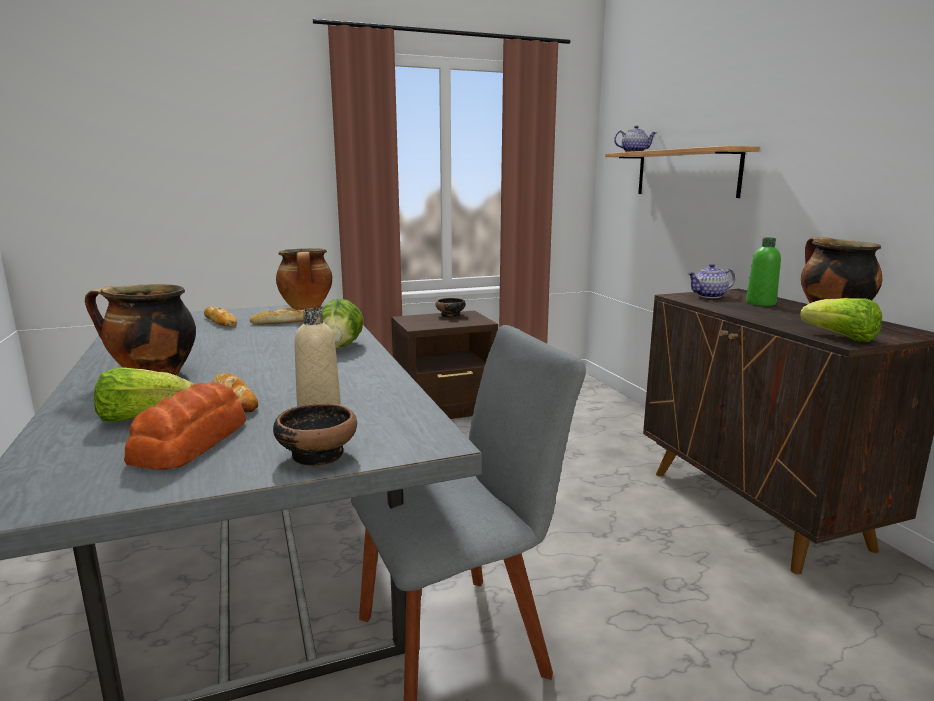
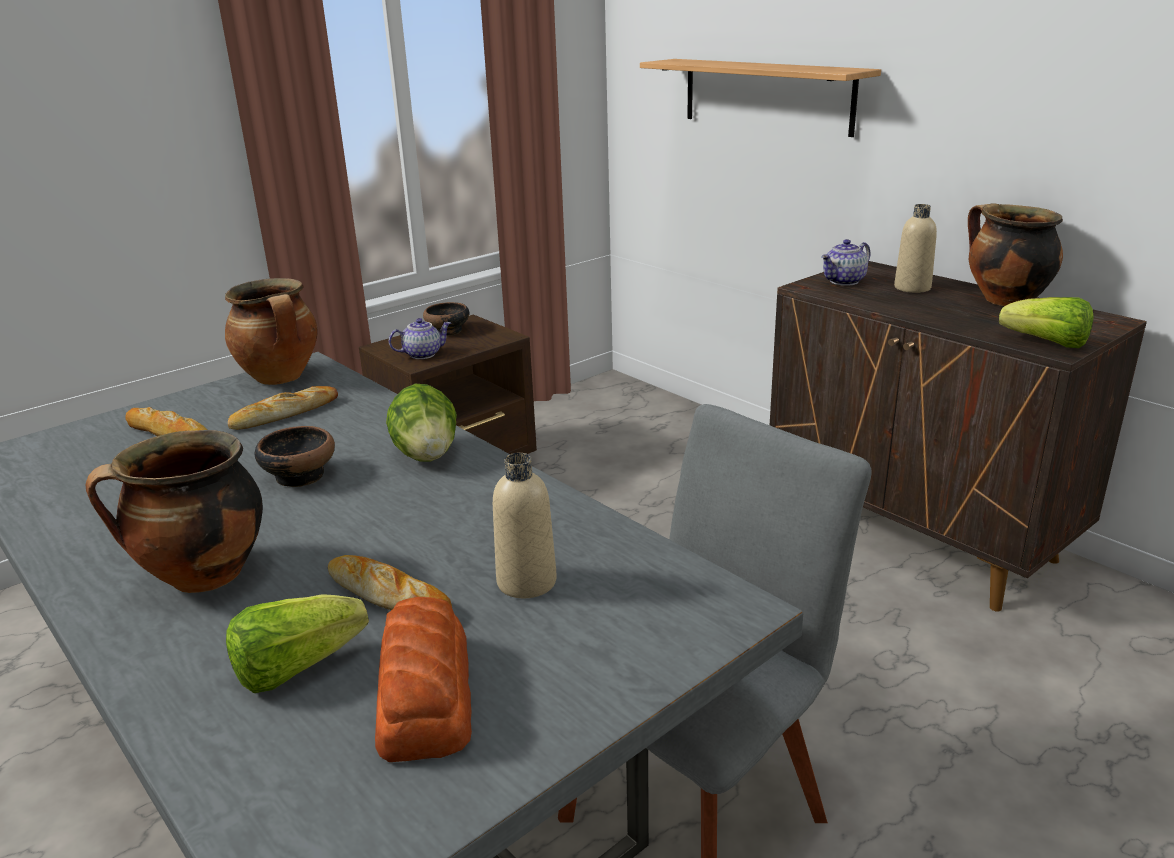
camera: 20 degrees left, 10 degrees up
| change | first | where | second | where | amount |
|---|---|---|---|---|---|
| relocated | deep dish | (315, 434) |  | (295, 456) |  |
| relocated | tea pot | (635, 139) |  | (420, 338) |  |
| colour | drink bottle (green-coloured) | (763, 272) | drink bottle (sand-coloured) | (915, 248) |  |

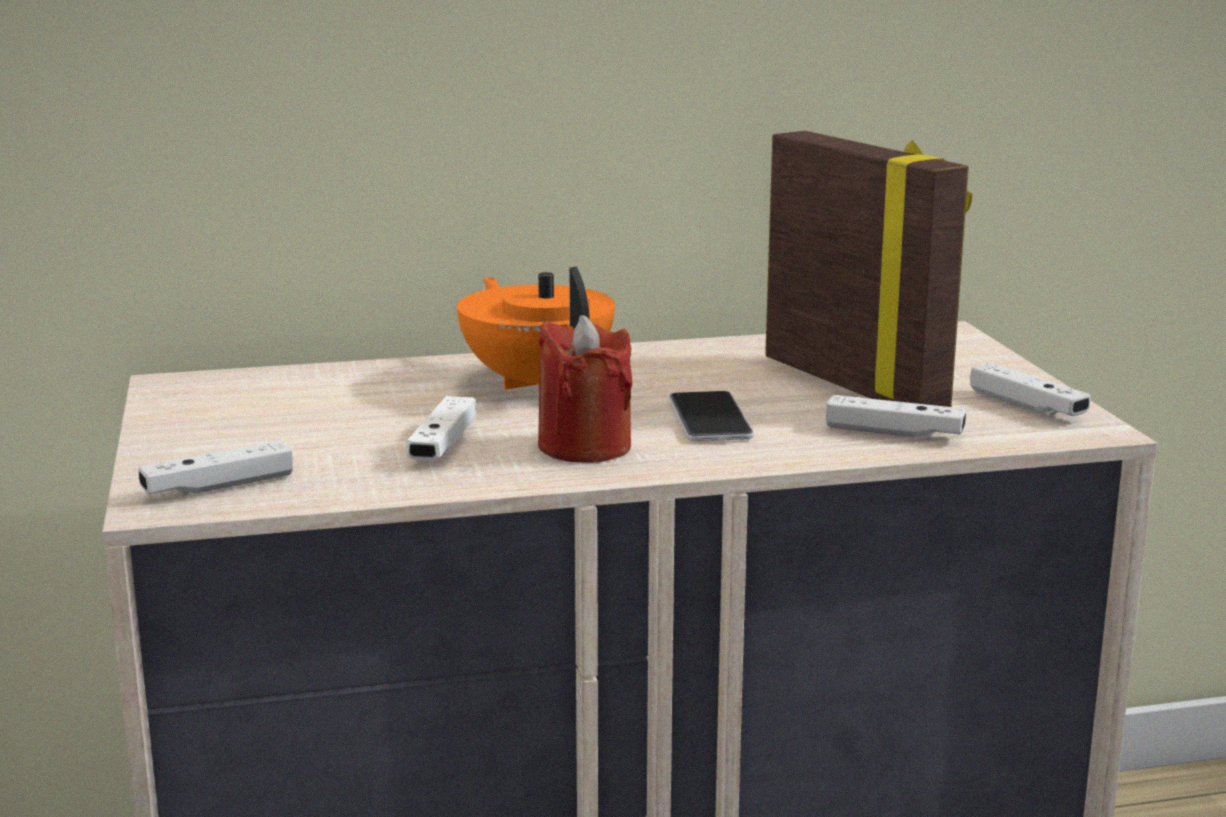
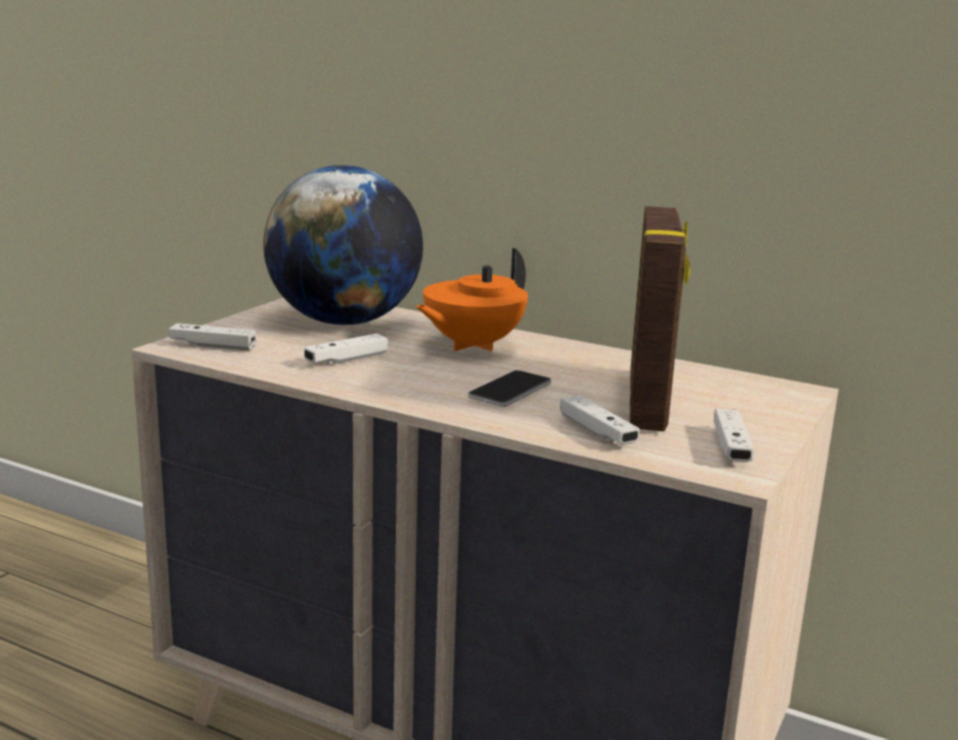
camera: 40 degrees right, 0 degrees up
| change | first | where | second | where | amount |
|---|---|---|---|---|---|
| appeared |  |  | globe | (343, 245) |  |
| spun | tea pot (orange-coloured) | (536, 328) |  | (471, 299) | 150 degrees counterclockwise |
| missing | candle (reddish) | (585, 389) |  |  |  |

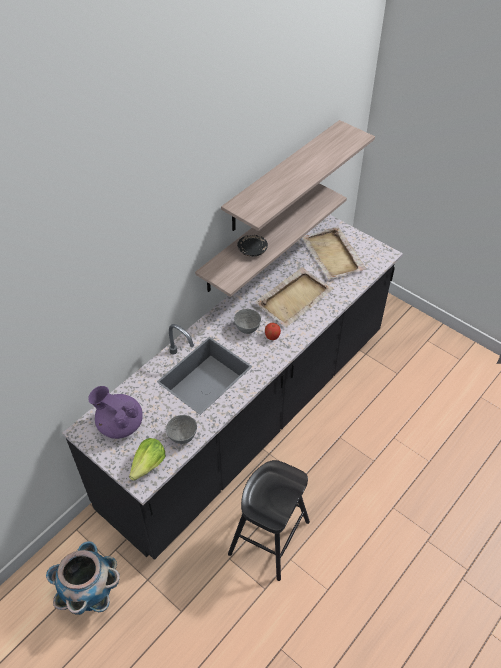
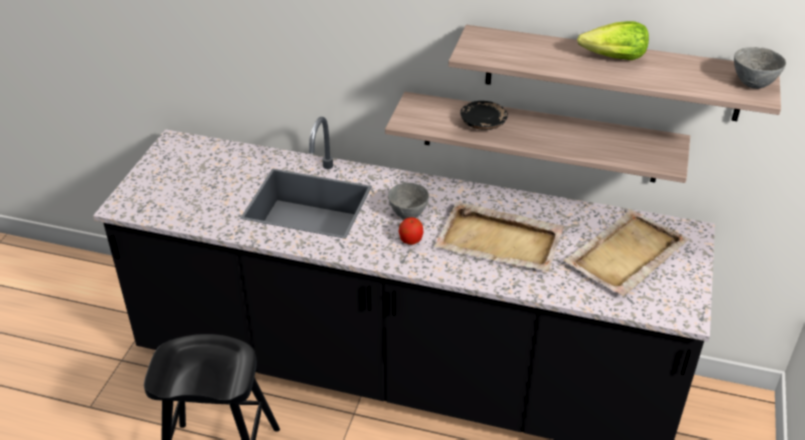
camera: 65 degrees right, 10 degrees down
| change | first | where | second | where | amount |
|---|---|---|---|---|---|
| relocated | lettuce | (147, 459) |  | (613, 40) |  |
| relocated | deep dish (grey) | (181, 429) |  | (760, 68) |  |
| missing | flower pot | (83, 578) |  |  |  |
| missing | tea pot (purple) | (115, 412) |  |  |  |

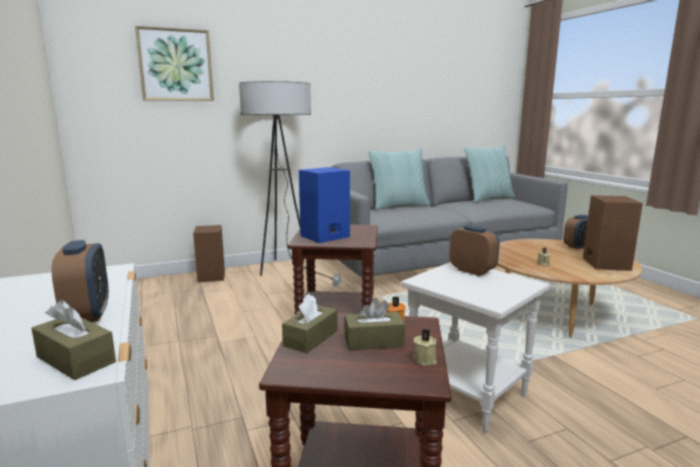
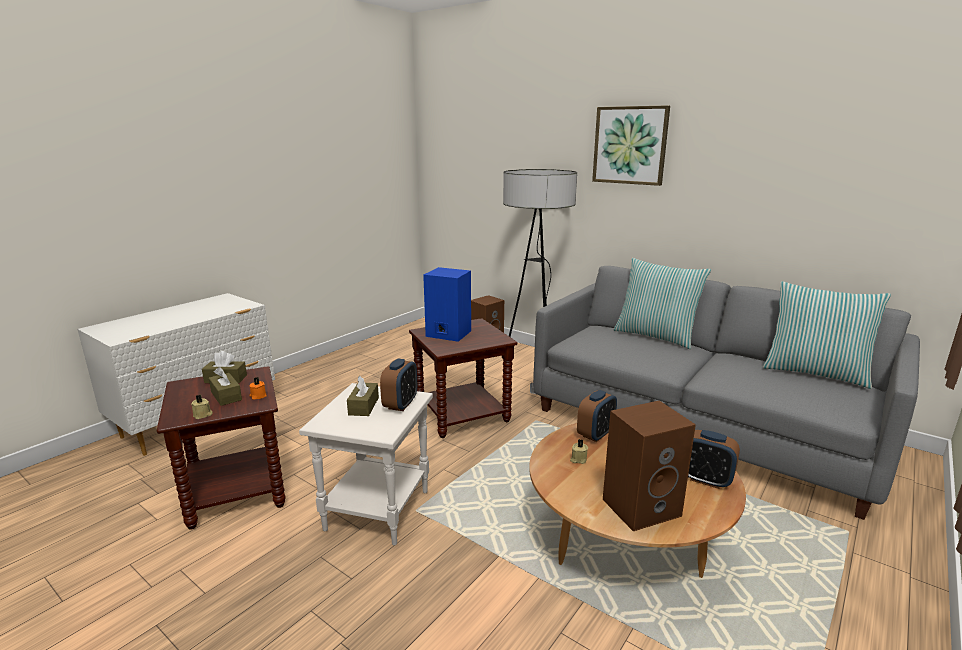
camera: 60 degrees right, 5 degrees up
| change | first | where | second | where | amount |
|---|---|---|---|---|---|
| relocated | tissue box (brownish) | (73, 340) |  | (363, 396) |  |
| relocated | alarm clock | (80, 281) |  | (597, 416) |  |
| relocated | picture | (174, 63) |  | (631, 145) |  |

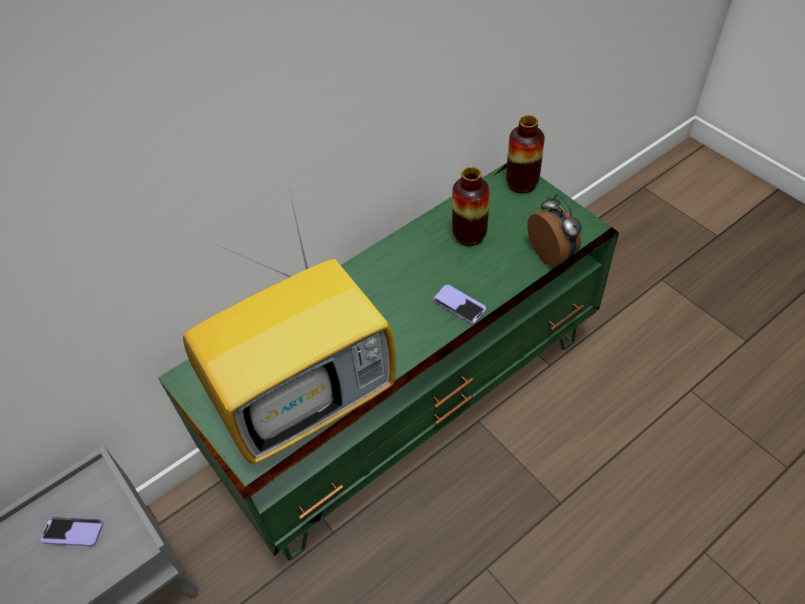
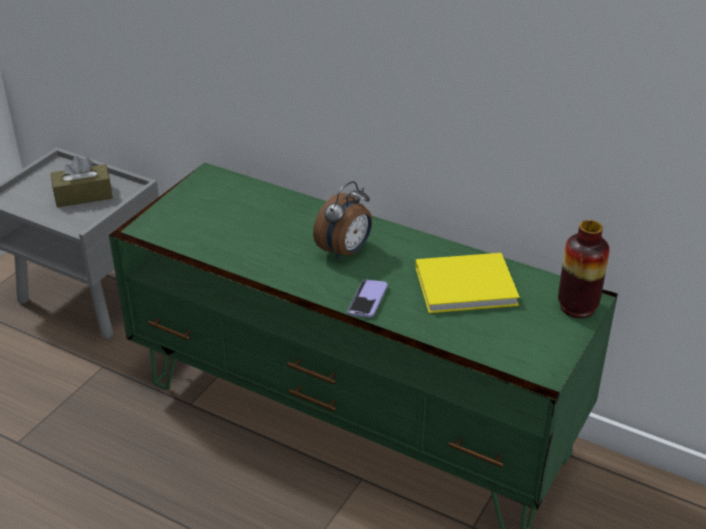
camera: 65 degrees right, 15 degrees down
| change | first | where | second | where | amount |
|---|---|---|---|---|---|
| exchanged | telephone | (71, 531) | tissue box (brownish) | (82, 182) |  |
| relocated | alarm clock | (554, 230) |  | (342, 220) |  |
| exchanged | flower vase | (471, 206) | bound book (yellowish) | (467, 283) |  |
| missing | television | (289, 329) |  |  |  |

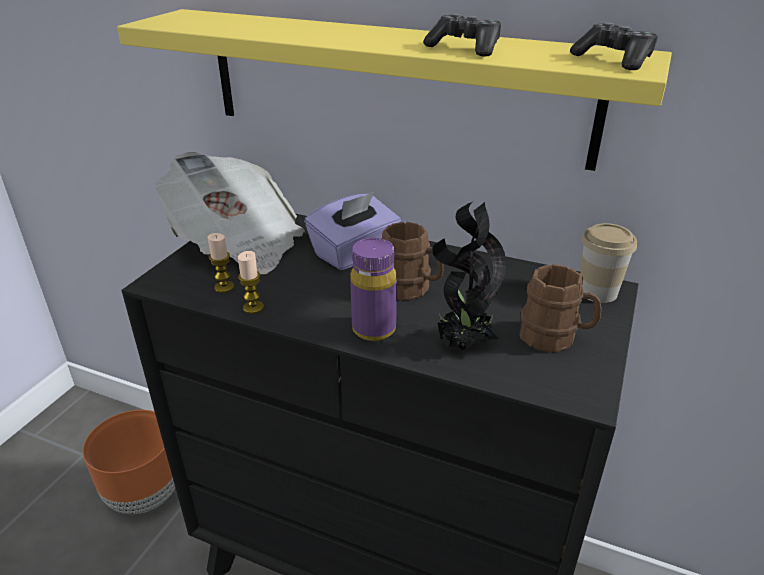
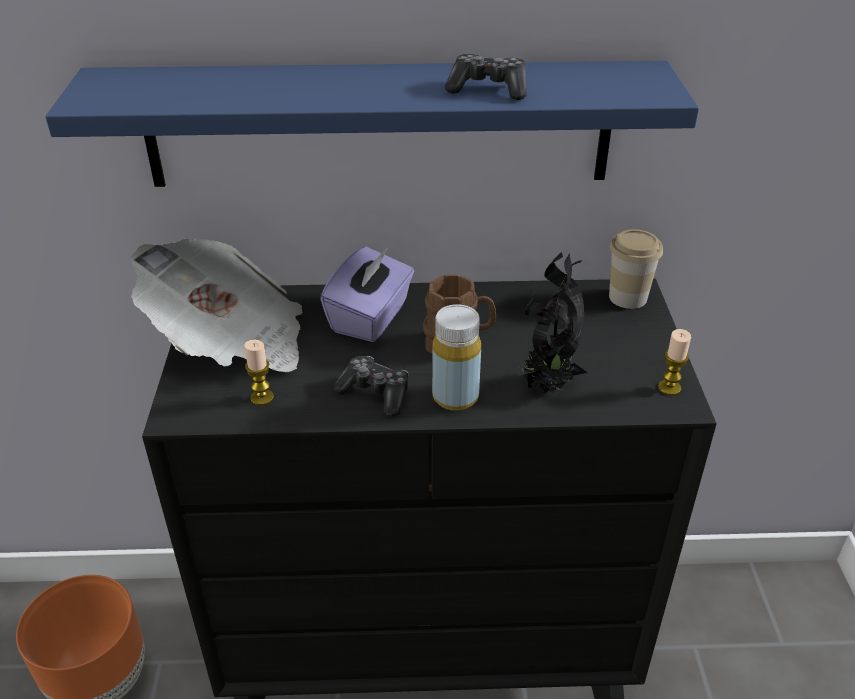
camera: 25 degrees left, 5 degrees up
| change | first | where | second | where | amount |
|---|---|---|---|---|---|
| colour | bracket shelf (yellowish) | (394, 90) | bracket shelf (bluish) | (372, 124) |  |
| relocated | game controller | (614, 46) |  | (370, 386) |  |
| colour | drink bottle (purple) | (373, 289) | drink bottle (yellowish) | (456, 357) |  |
| relocated | candle | (251, 282) |  | (674, 362) |  |
| missing | tea mug (brownish) | (560, 308) |  |  |  |

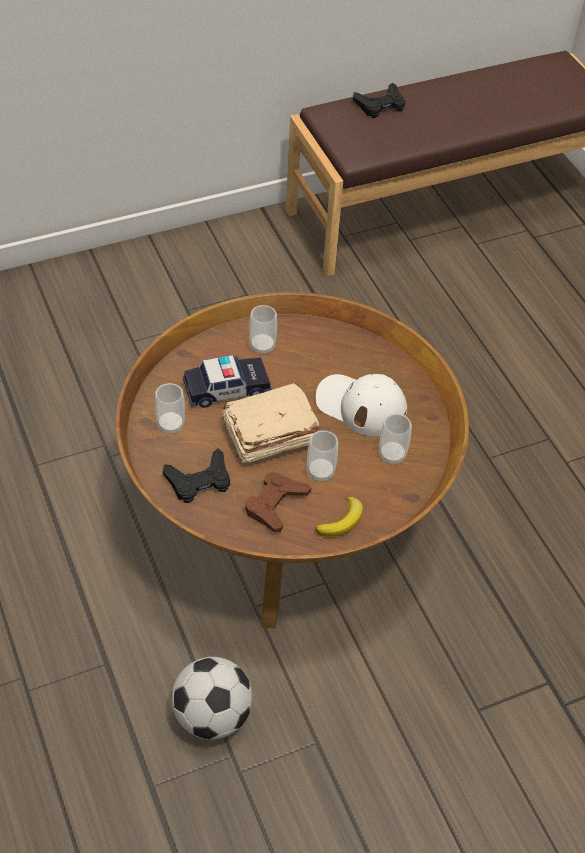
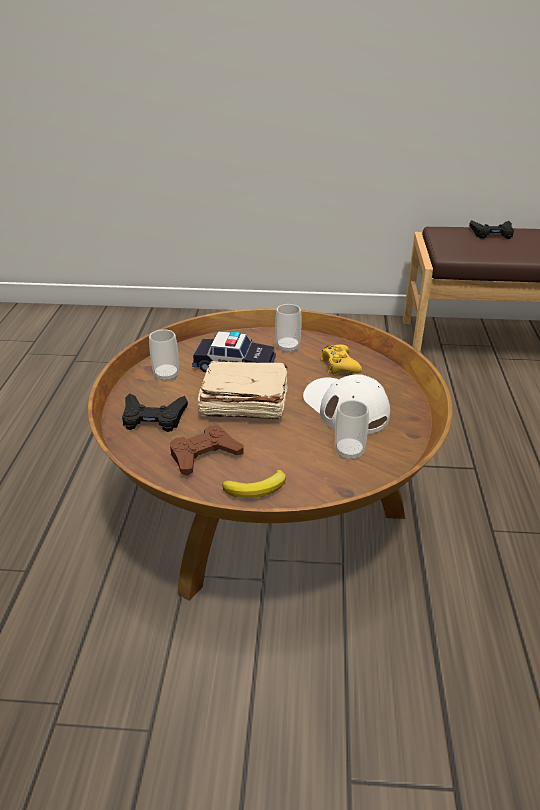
camera: 30 degrees right, 15 degrees down
| change | first | where | second | where | amount |
|---|---|---|---|---|---|
| appeared |  |  | game controller (yellowish) | (341, 359) |  |
| missing | football ball | (212, 698) |  |  |  |
| missing | small cup | (322, 456) |  |  |  |

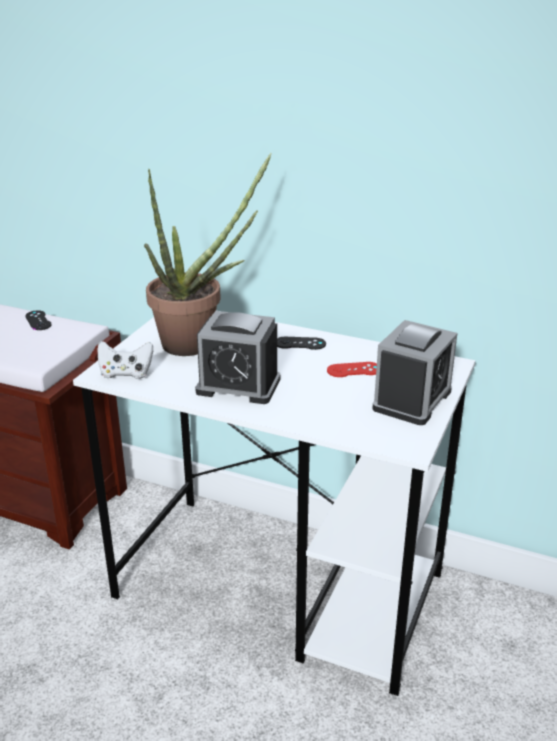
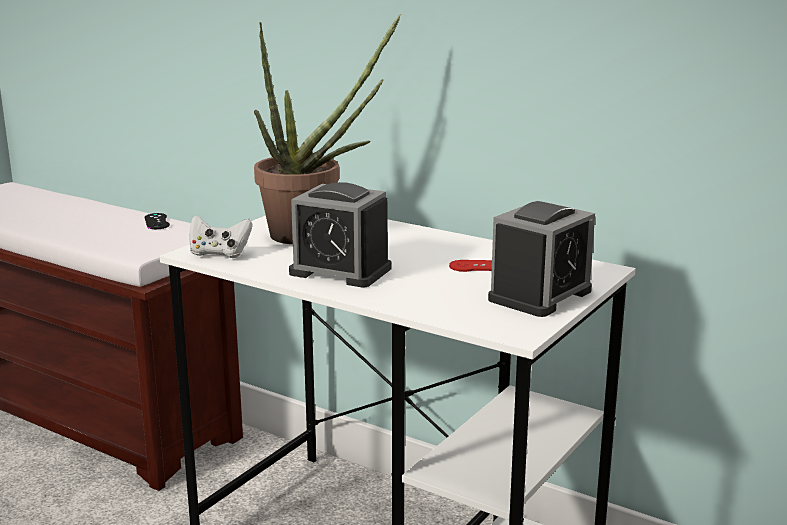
camera: 10 degrees right, 10 degrees down
| change | first | where | second | where | amount |
|---|---|---|---|---|---|
| missing | game controller (black-coloured) | (301, 343) |  |  |  |

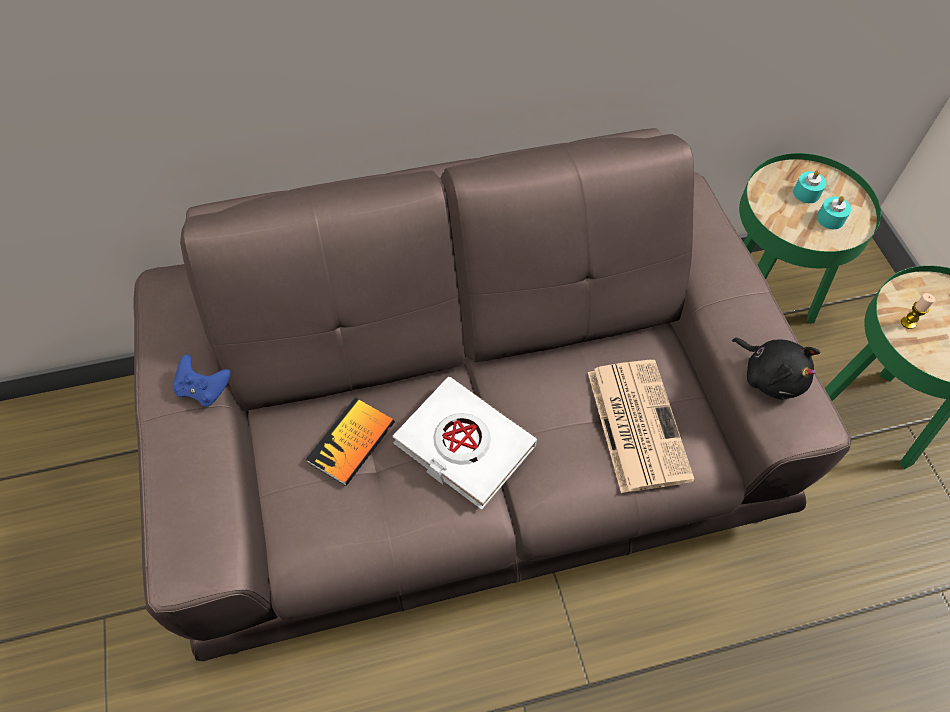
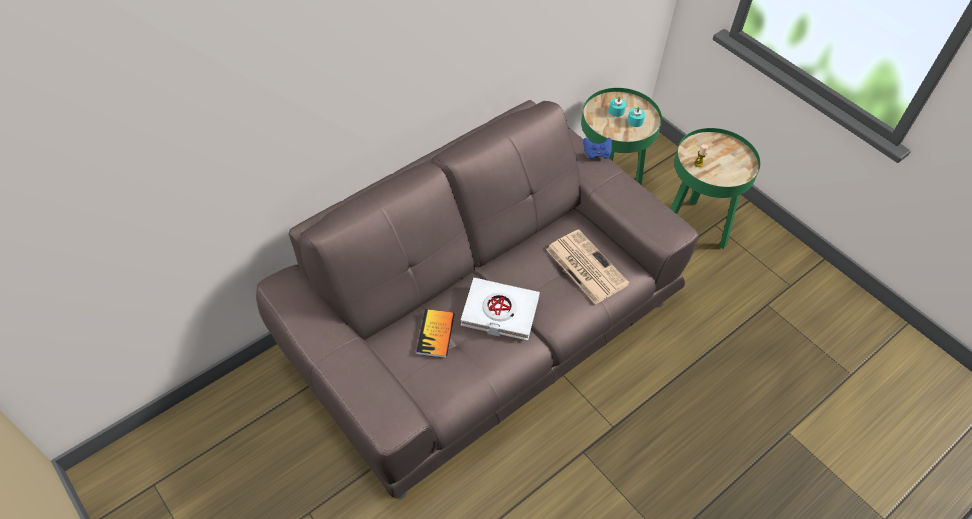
camera: 25 degrees left, 5 degrees down
| change | first | where | second | where | amount |
|---|---|---|---|---|---|
| relocated | game controller (bluish) | (202, 380) |  | (597, 148) |  |
| missing | cuddly toy (black-coloured) | (776, 369) |  |  |  |

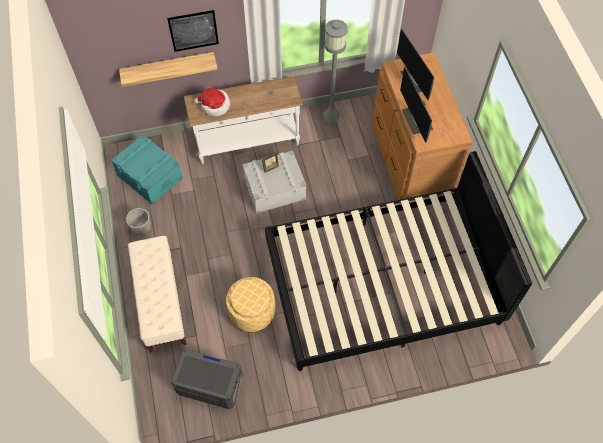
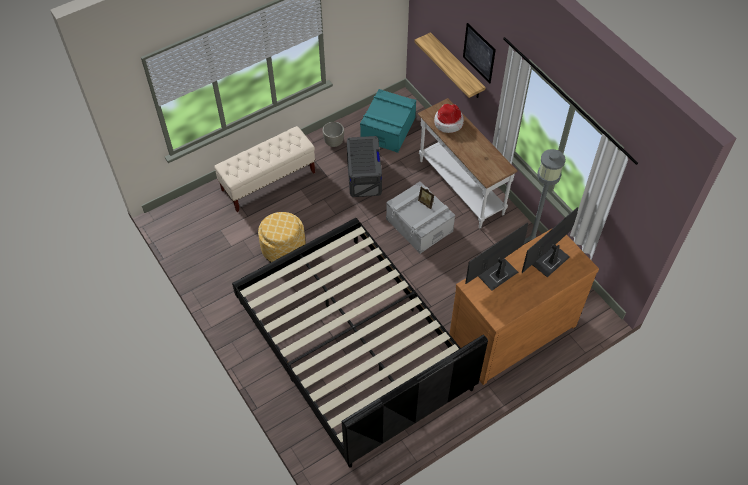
camera: 70 degrees right, 5 degrees down
| change | first | where | second | where | amount |
|---|---|---|---|---|---|
| relocated | storage container (grey) | (207, 379) |  | (364, 166) |  |

